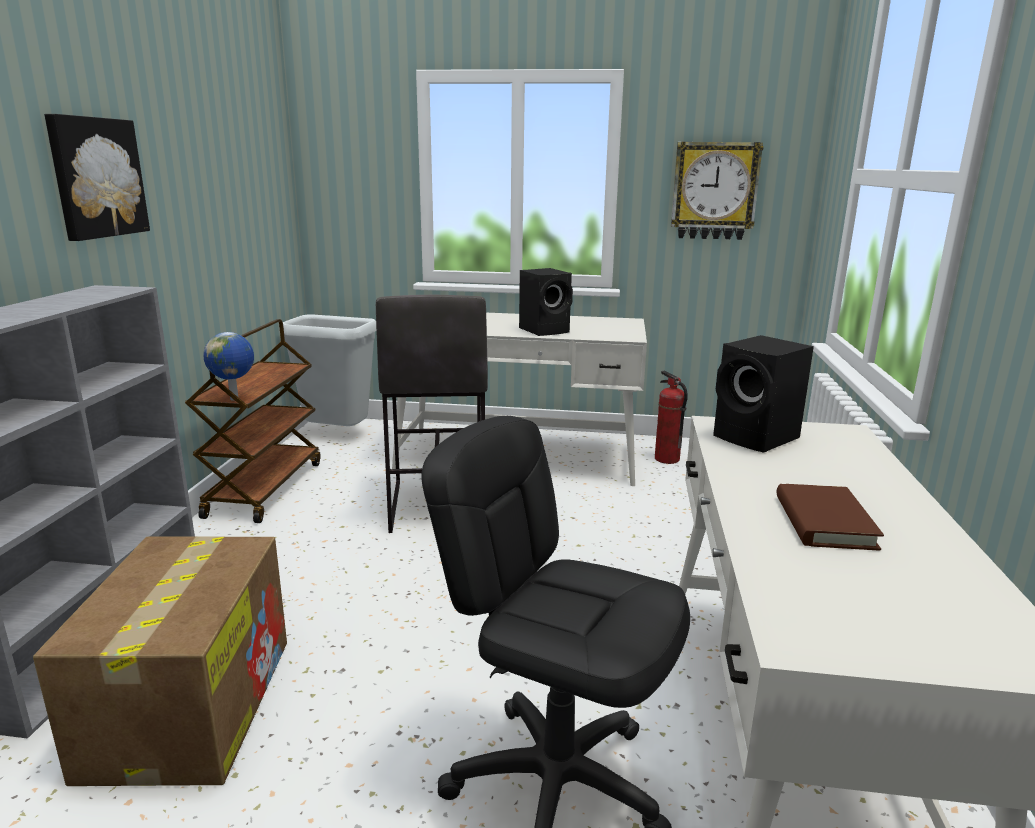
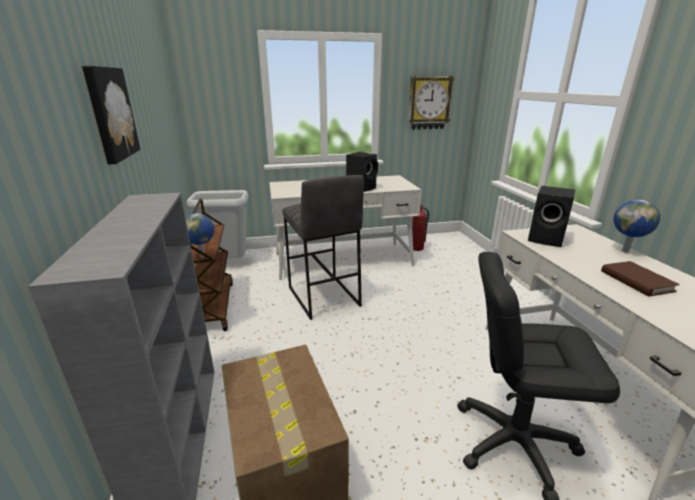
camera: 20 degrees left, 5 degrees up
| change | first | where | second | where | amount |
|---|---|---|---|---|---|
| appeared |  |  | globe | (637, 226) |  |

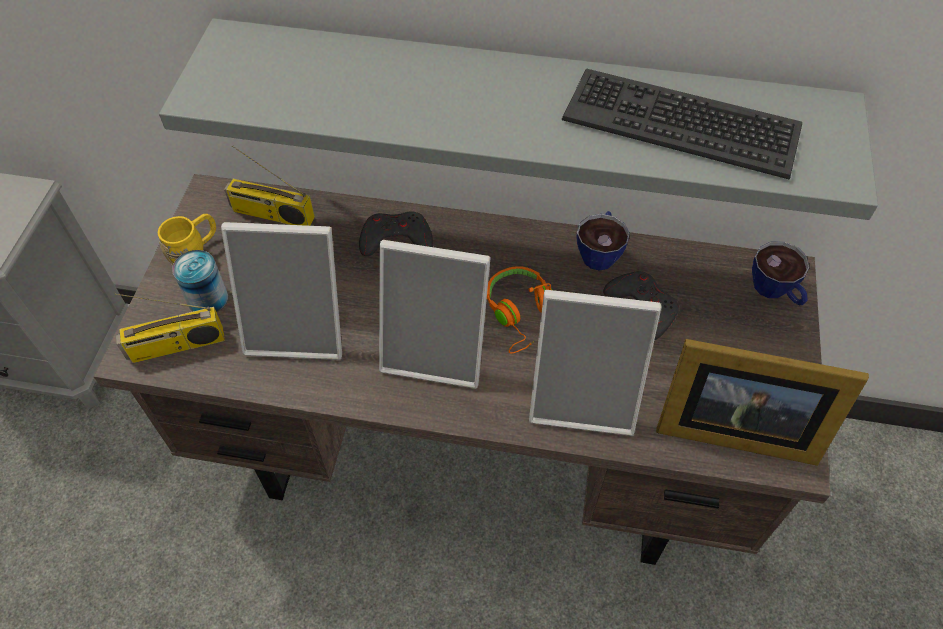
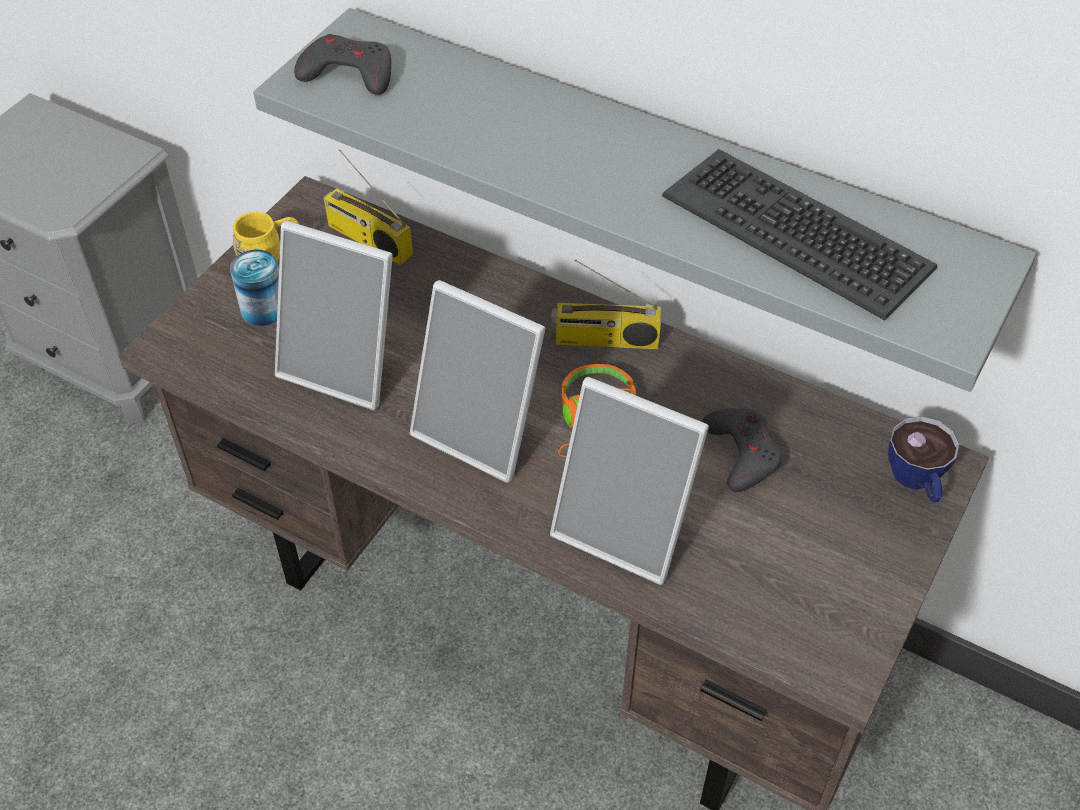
camera: 20 degrees right, 5 degrees down
| change | first | where | second | where | amount |
|---|---|---|---|---|---|
| relocated | game controller (grey) | (396, 234) |  | (342, 64) |  |
| relocated | radio set | (170, 328) |  | (606, 304) |  |
| missing | small cup | (603, 241) |  |  |  |
| missing | photo frame | (762, 402) |  |  |  |

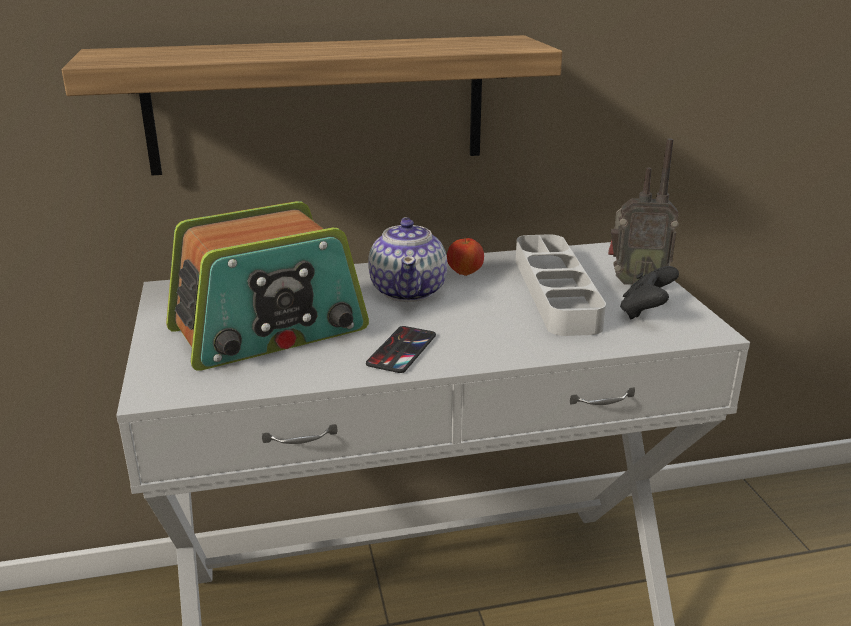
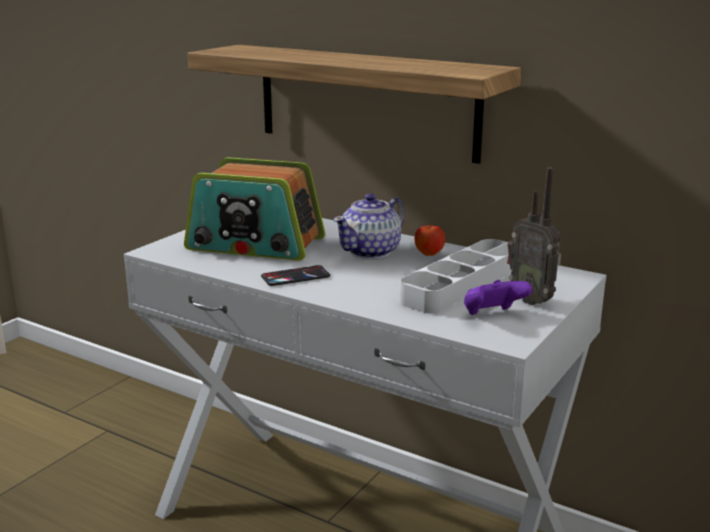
camera: 45 degrees right, 5 degrees down
| change | first | where | second | where | amount |
|---|---|---|---|---|---|
| colour | game controller (black-coloured) | (649, 292) | game controller (purple) | (498, 297) |  |

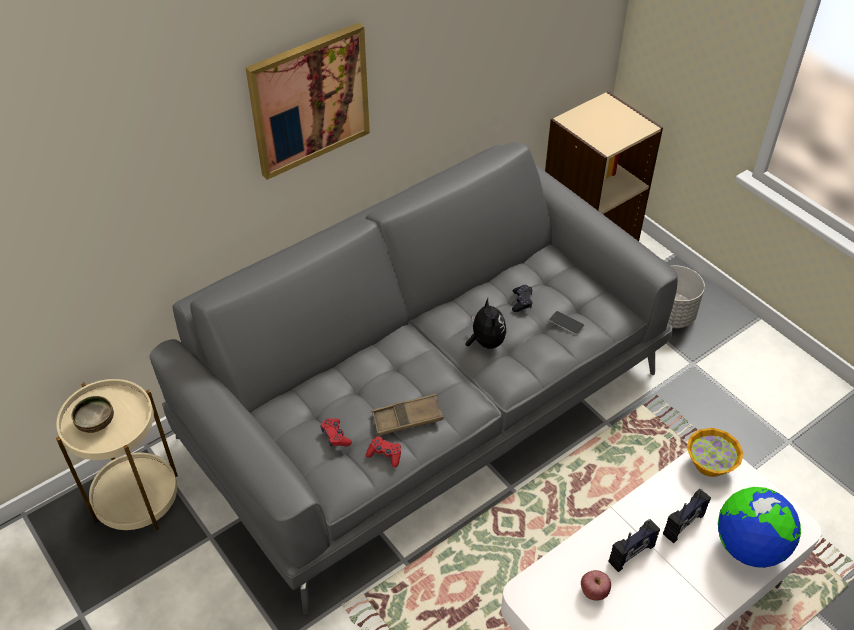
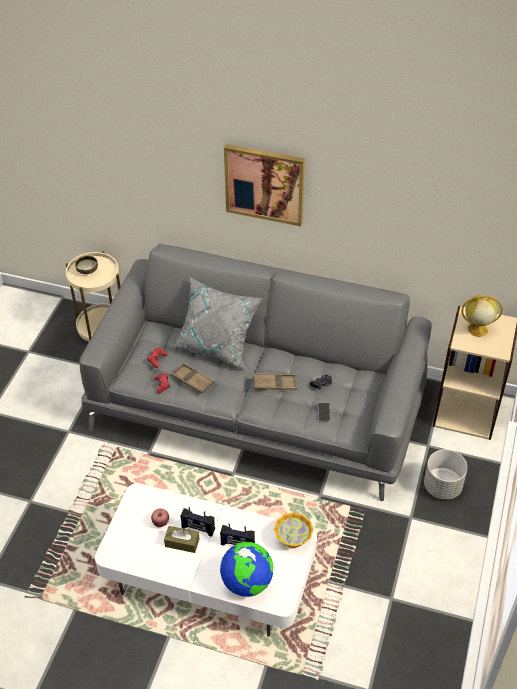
camera: 55 degrees right, 0 degrees up
| change | first | where | second | where | amount |
|---|---|---|---|---|---|
| appeared |  |  | tissue box (brownish) | (181, 539) |  |
| appeared |  |  | cushion (grey) | (216, 322) |  |
| exchanged | cuddly toy | (485, 323) | tray (brownish) | (275, 381) |  |
| appeared |  |  | globe | (482, 316) |  |

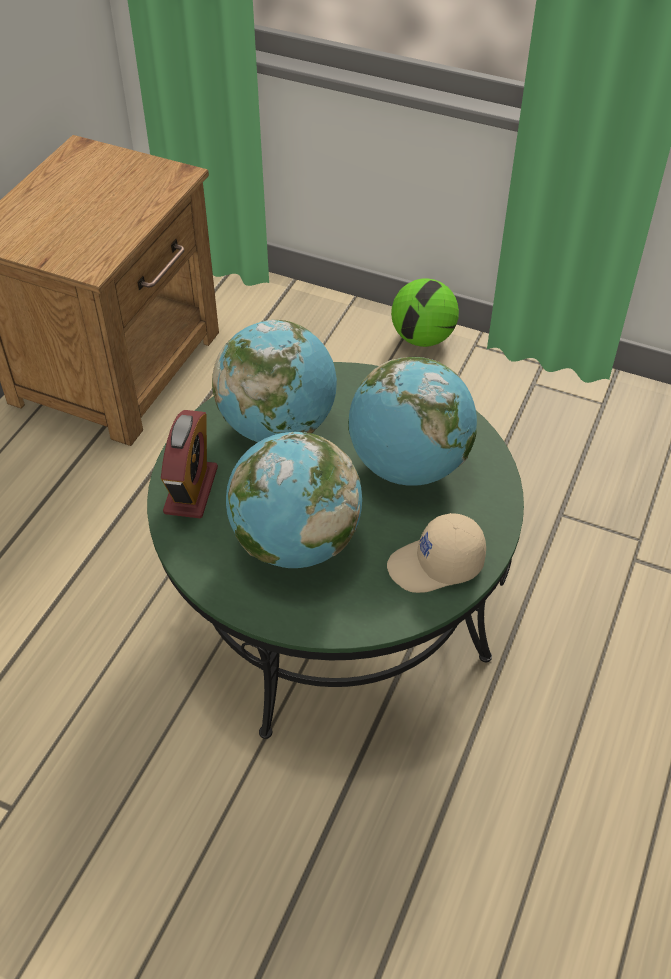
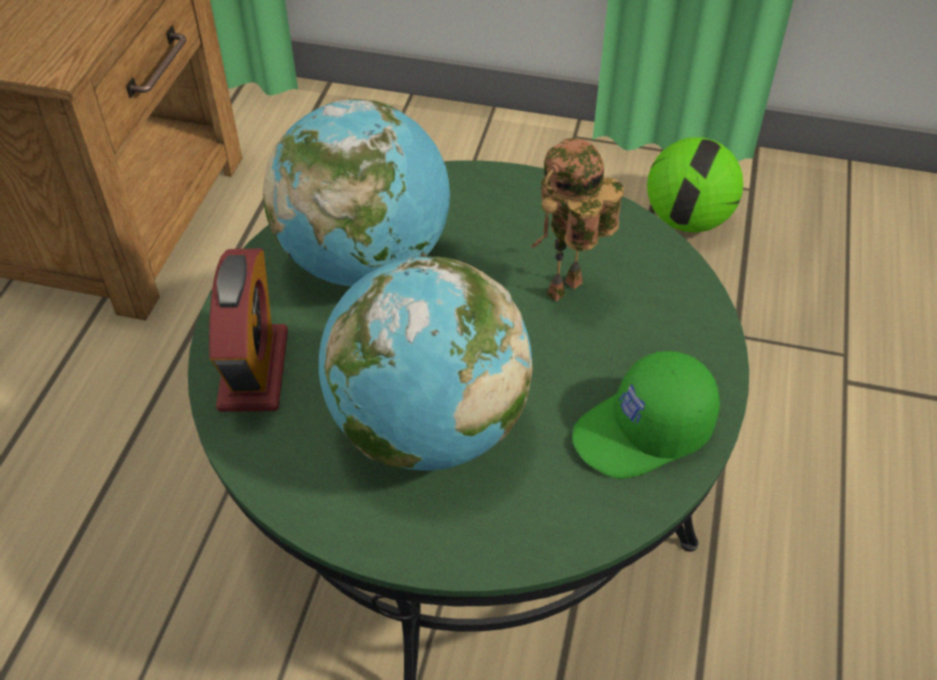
camera: 10 degrees left, 0 degrees up
| change | first | where | second | where | amount |
|---|---|---|---|---|---|
| exchanged | globe | (412, 421) | toy robot | (577, 219) |  |
| colour | peaked cap (sand-coloured) | (436, 553) | peaked cap (green-coloured) | (646, 415) |  |
| relocated | football ball | (425, 312) |  | (695, 185) |  |

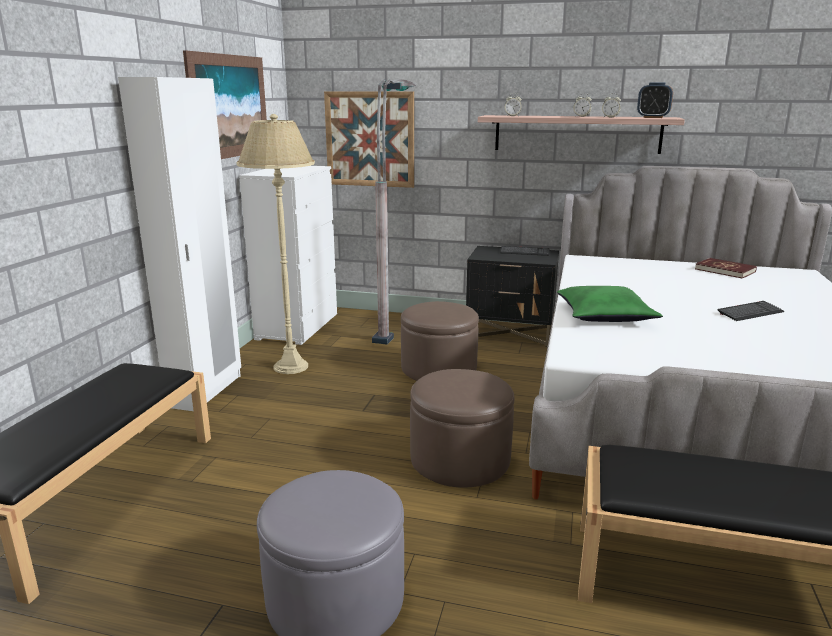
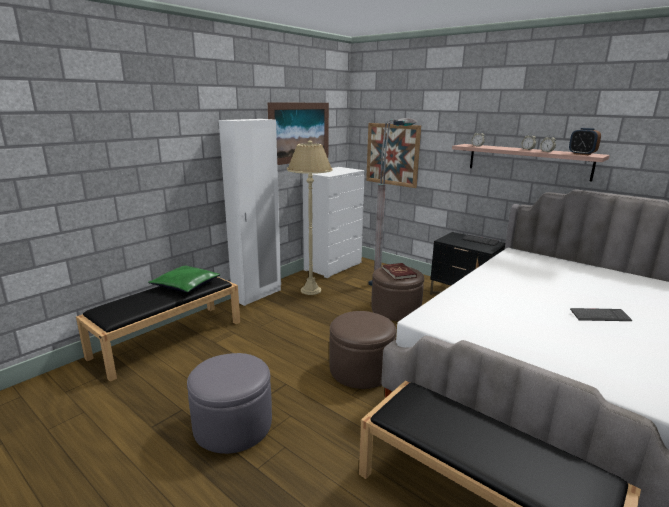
camera: 25 degrees right, 0 degrees up
| change | first | where | second | where | amount |
|---|---|---|---|---|---|
| relocated | cushion (green-coloured) | (610, 304) |  | (184, 279) |  |
| relocated | bound book (reddish) | (726, 268) |  | (399, 271) |  |

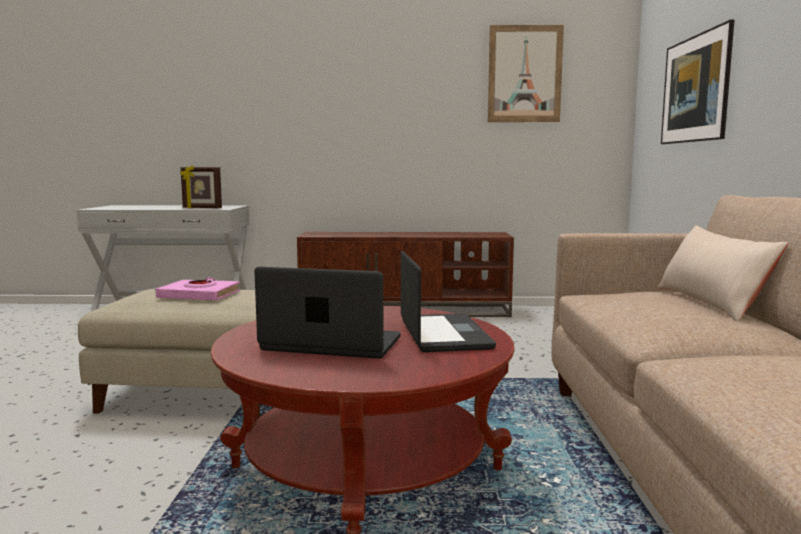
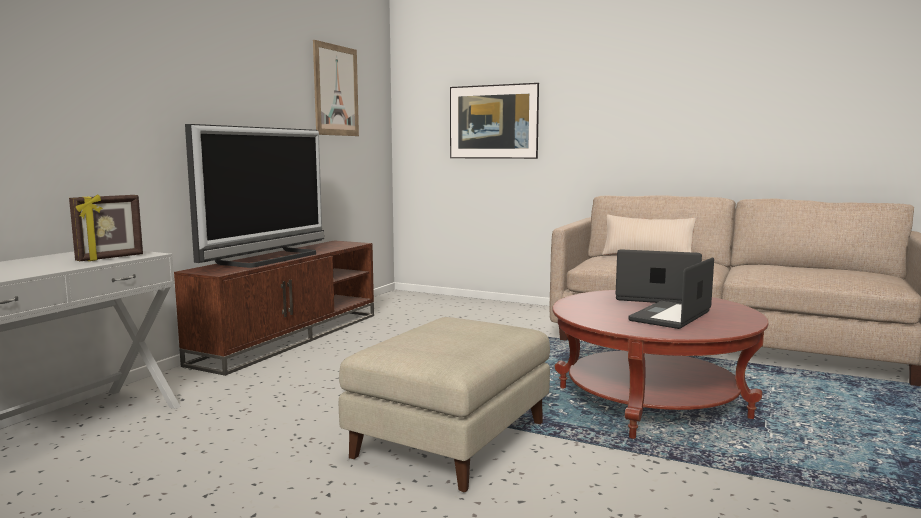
camera: 65 degrees left, 0 degrees up
| change | first | where | second | where | amount |
|---|---|---|---|---|---|
| appeared |  |  | television | (254, 196) |  |
| missing | bound book (pinkish) | (197, 289) |  |  |  |

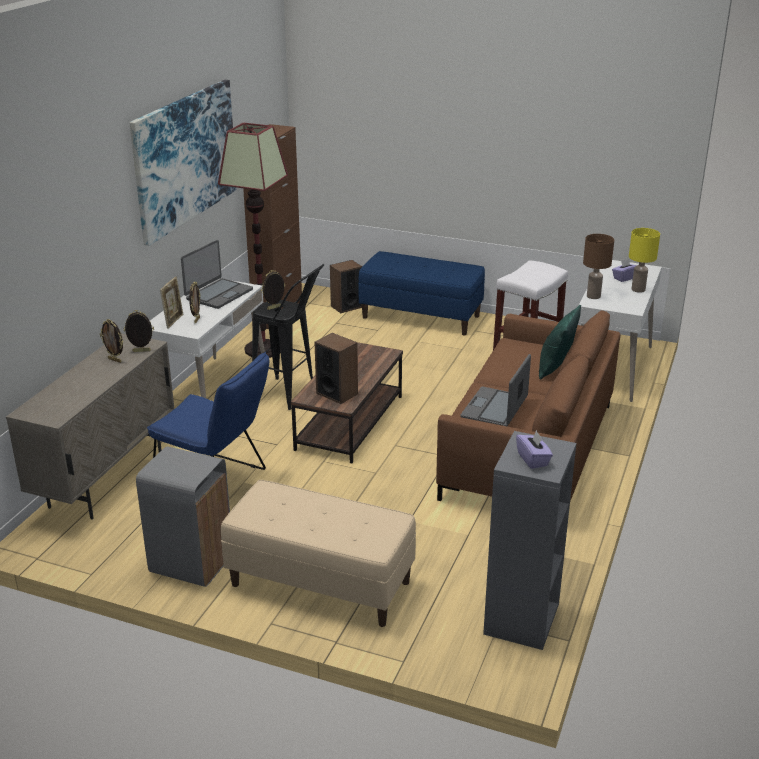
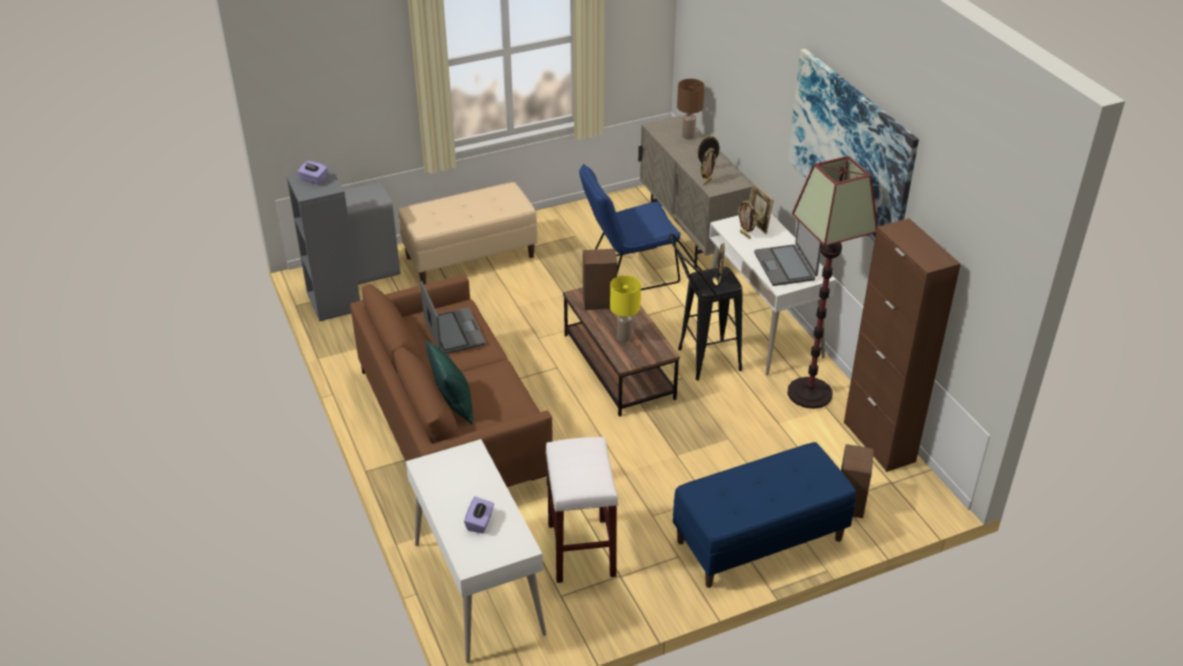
camera: 135 degrees right, 10 degrees up
| change | first | where | second | where | amount |
|---|---|---|---|---|---|
| relocated | waste bin (grey) | (183, 516) |  | (371, 233) |  |
| relocated | tabletop lamp (yellowish) | (644, 260) |  | (625, 308) |  |
| relocated | tabletop lamp (brownish) | (598, 266) |  | (691, 109) |  |

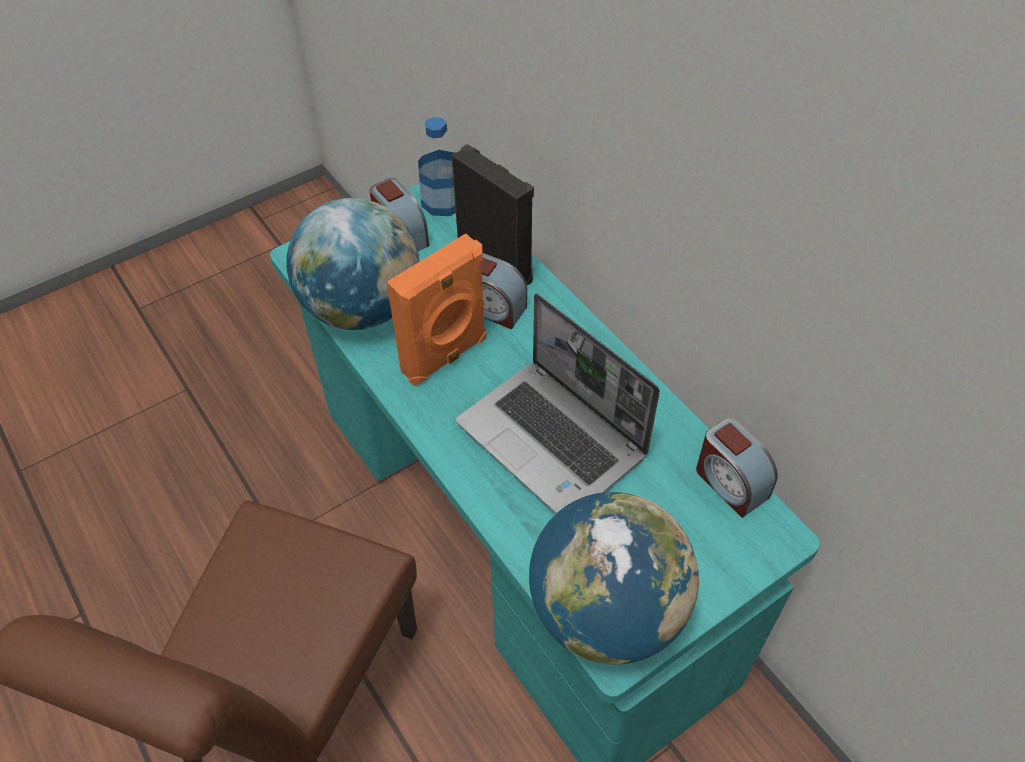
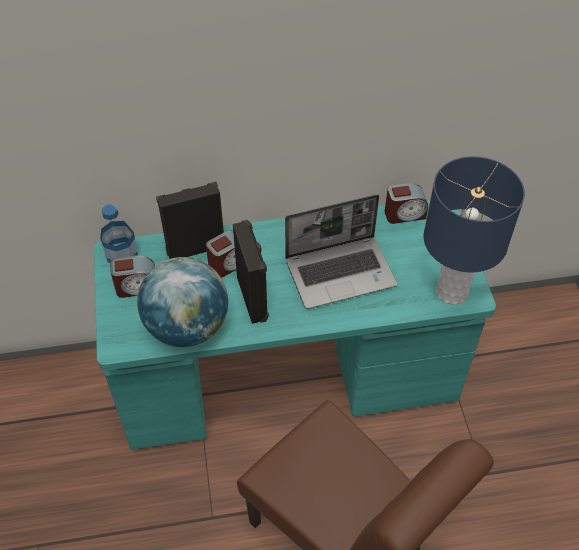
camera: 65 degrees left, 0 degrees up
| change | first | where | second | where | amount |
|---|---|---|---|---|---|
| colour | audio speaker (orange-coloured) | (436, 310) | audio speaker (black-coloured) | (250, 272) |  |
| exchanged | globe | (614, 578) | tabletop lamp (bluish) | (474, 230) |  |

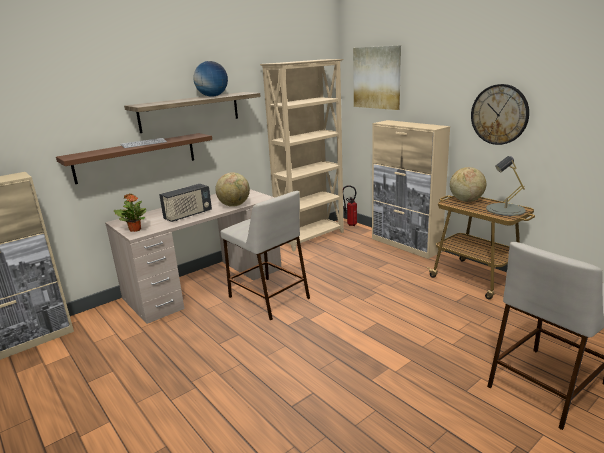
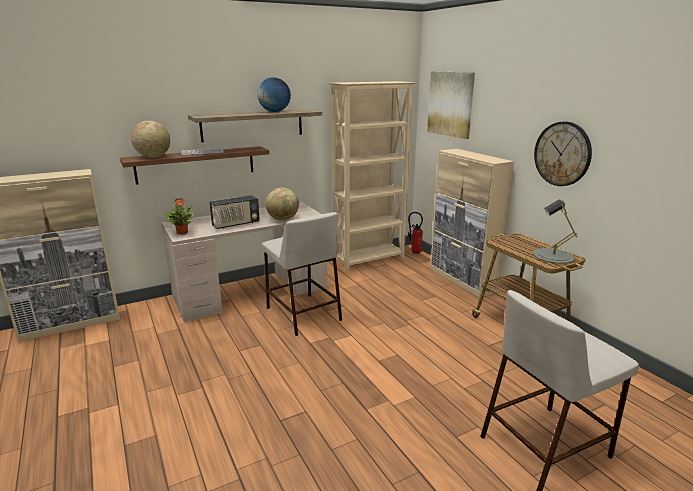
camera: 10 degrees right, 0 degrees up
| change | first | where | second | where | amount |
|---|---|---|---|---|---|
| relocated | globe | (468, 184) |  | (150, 139) |  |

